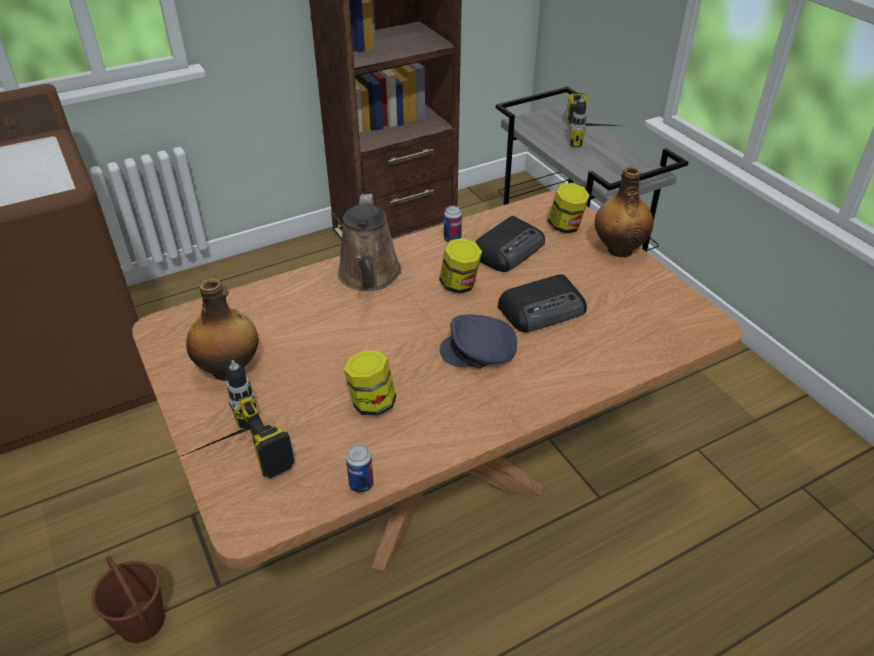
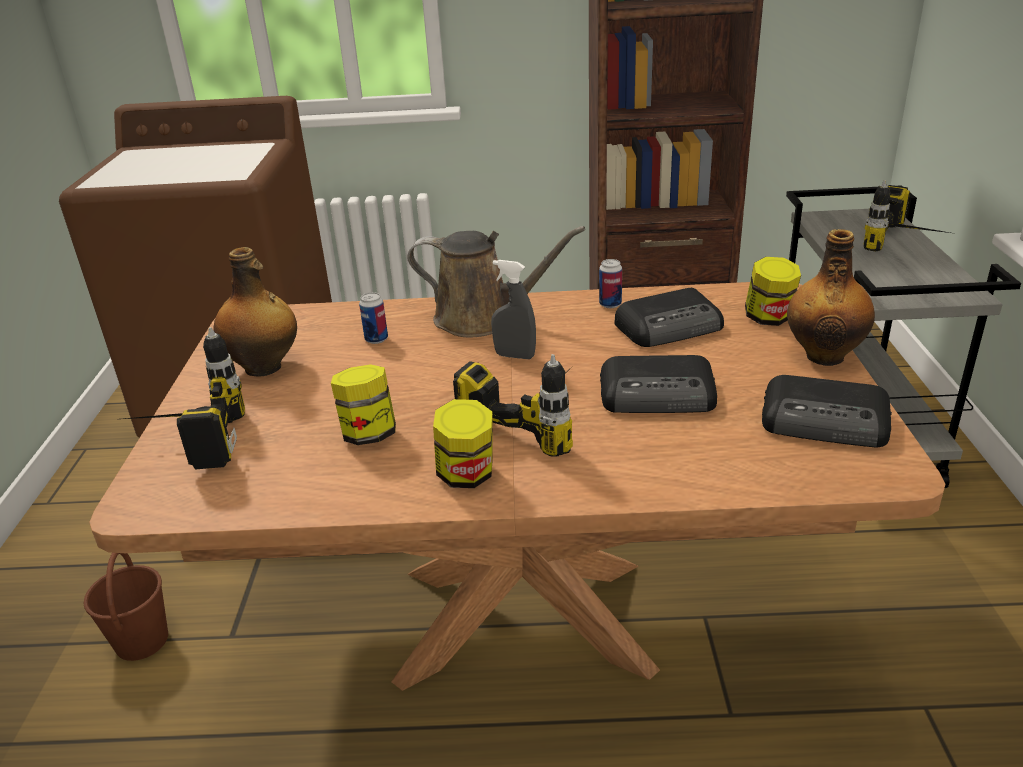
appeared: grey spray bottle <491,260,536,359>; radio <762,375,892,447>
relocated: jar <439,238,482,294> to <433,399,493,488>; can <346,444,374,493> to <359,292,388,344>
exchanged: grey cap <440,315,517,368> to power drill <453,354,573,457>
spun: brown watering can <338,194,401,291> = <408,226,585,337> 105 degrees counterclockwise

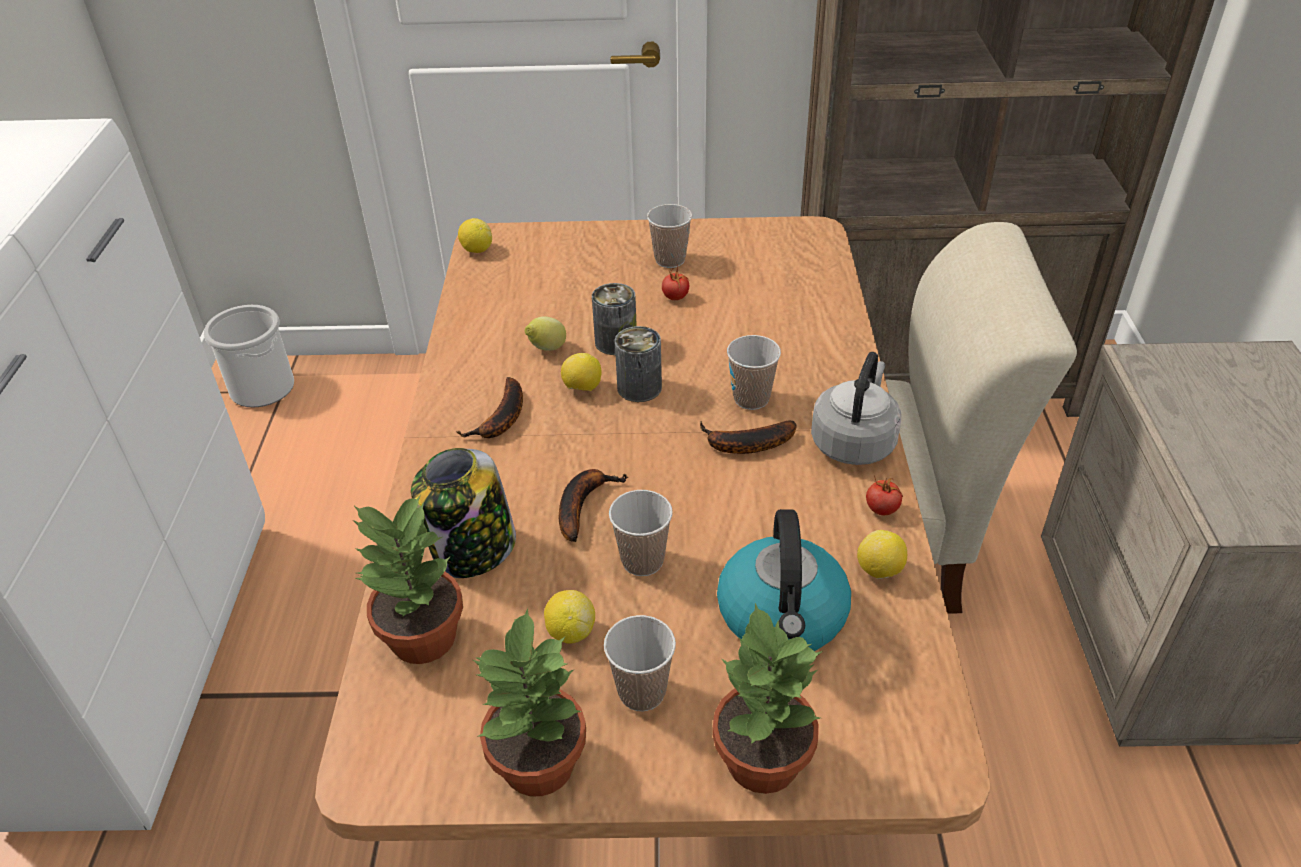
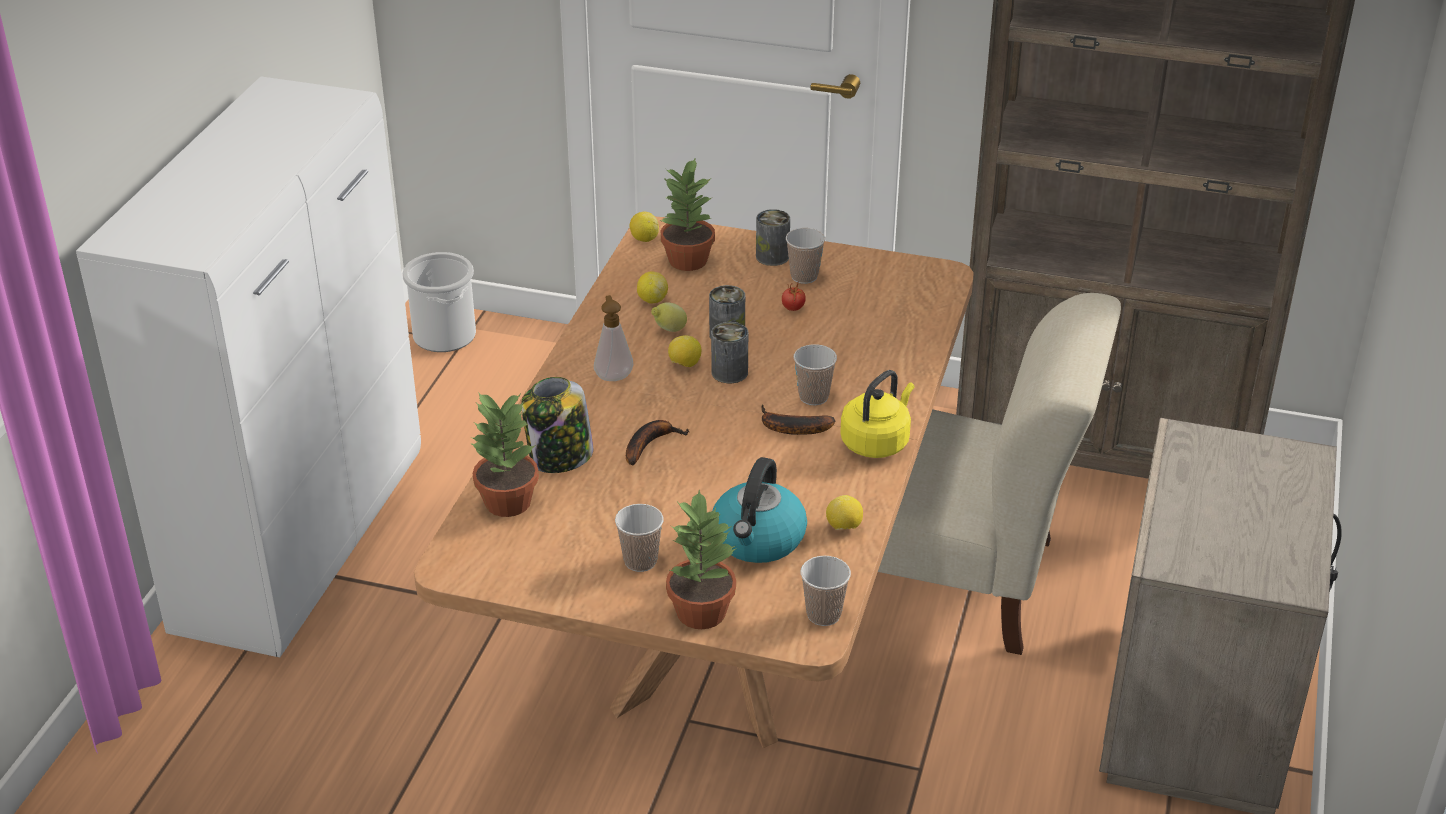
missing: tomato <866,475,903,515>
appeared: can <756,209,790,266>
relocated: cup <609,490,673,576> to <800,556,851,626>; lemon <544,590,595,644> to <637,271,668,303>; potted plant <473,608,586,796> to <659,157,715,271>
exchanged: banana <457,377,523,438> to soap dispenser <594,295,633,381>
colour: grey kettle <811,352,901,465> to yellow kettle <840,370,915,458>

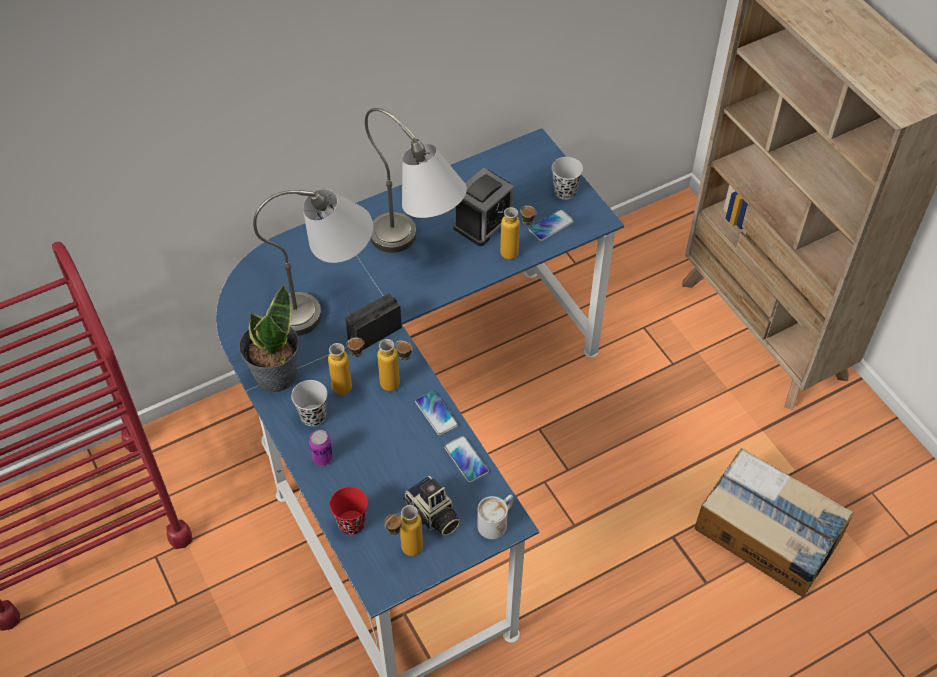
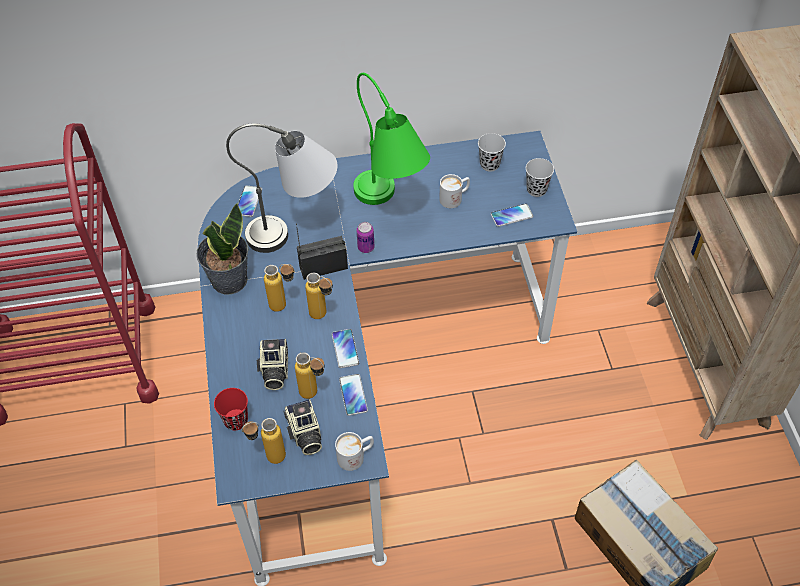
appeared: phone <238,185,262,217>; photo camera <257,339,288,390>
relocated: bottle <500,206,537,260> to <295,352,325,399>; black cup <291,380,327,427> to <478,133,506,172>; can <309,430,333,466> to <356,222,374,253>
exchanged: alarm clock <453,168,514,246> to white mug <439,174,470,208>
colour: grey table lamp <365,108,467,253> to green table lamp <353,73,430,205>

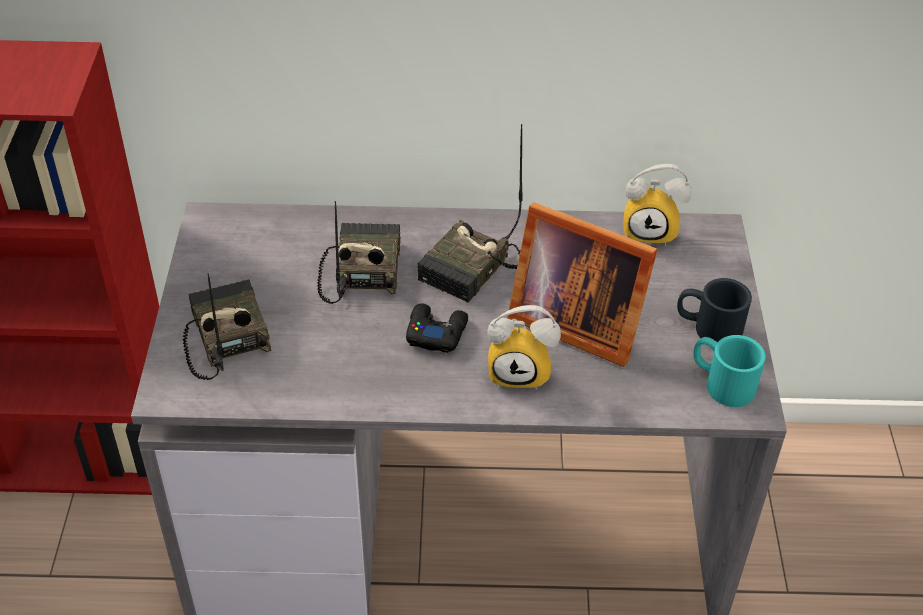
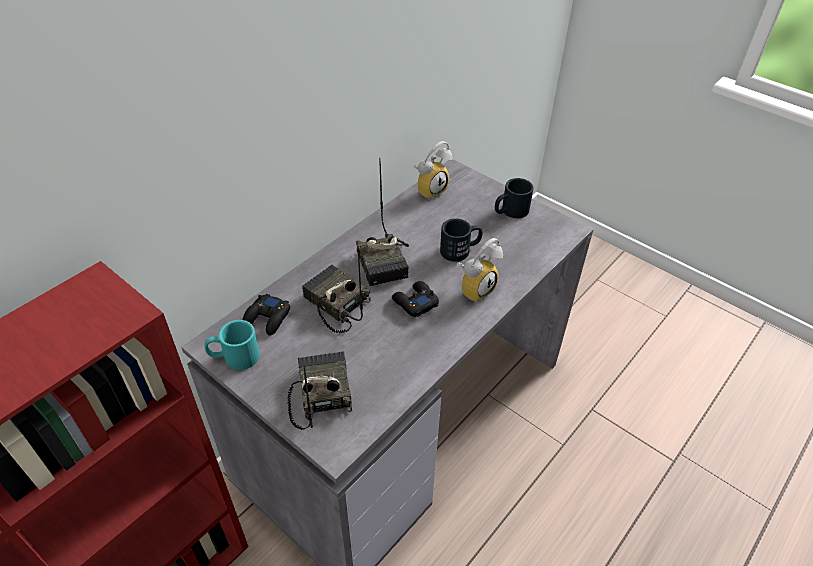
appeared: black game controller <243,294,290,336>
relocated: turquoise mug <694,335,766,407> to <204,320,260,370>
exchanged: picture frame <507,202,658,367> to black mug <440,218,482,262>
spun: radio <182,273,271,380> = <288,351,352,430> 60 degrees clockwise

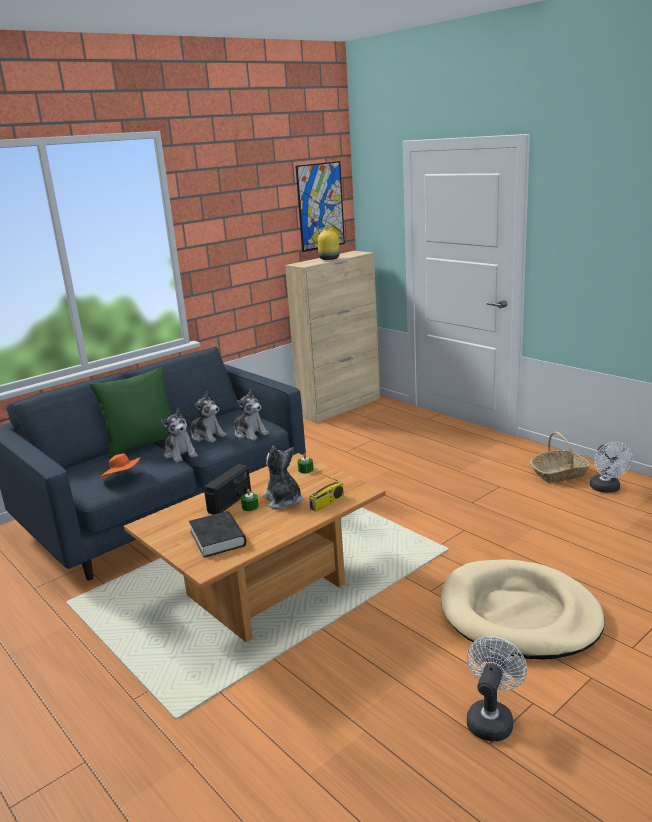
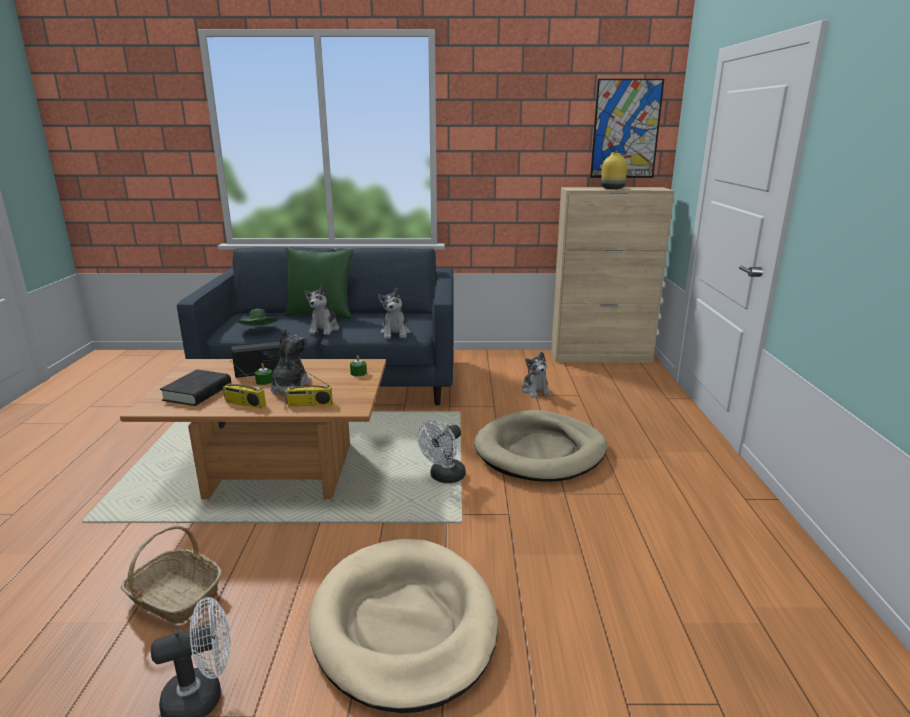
appeared: radio <223,360,266,409>; beige dog bed <474,410,607,482>
relocated: plush toy <187,392,227,443> to <522,352,551,398>; basket <530,432,590,483> to <121,525,223,624>; white fan <590,442,633,493> to <417,420,466,483>
colour: orange hat <99,453,141,479> to green hat <236,309,279,326>

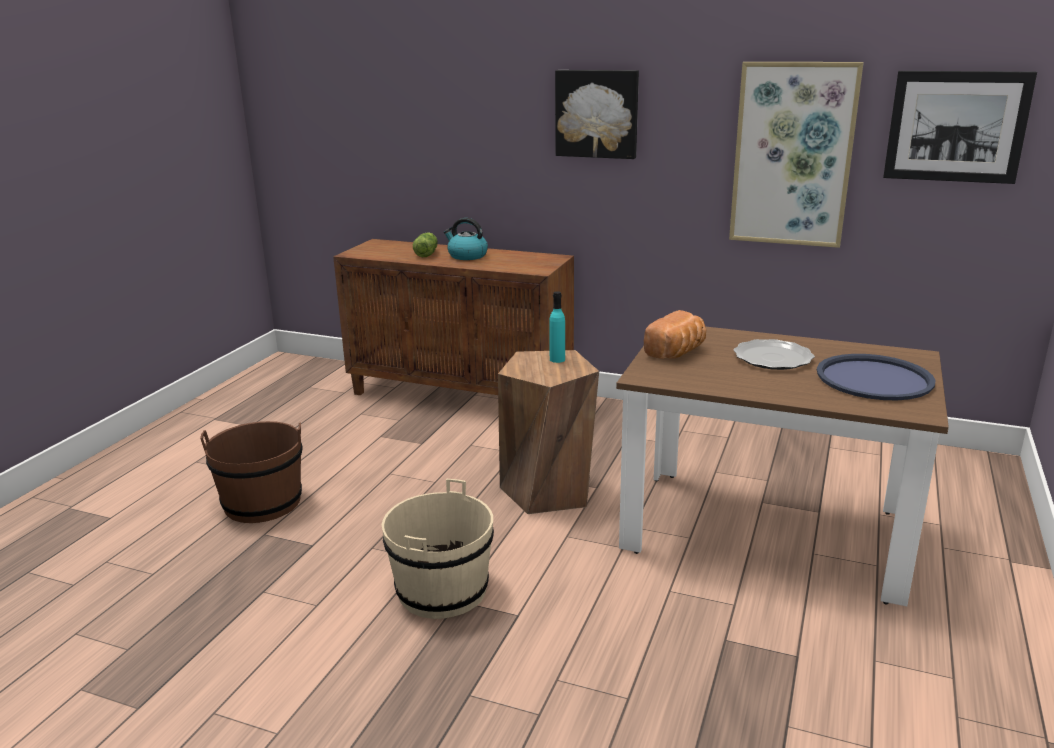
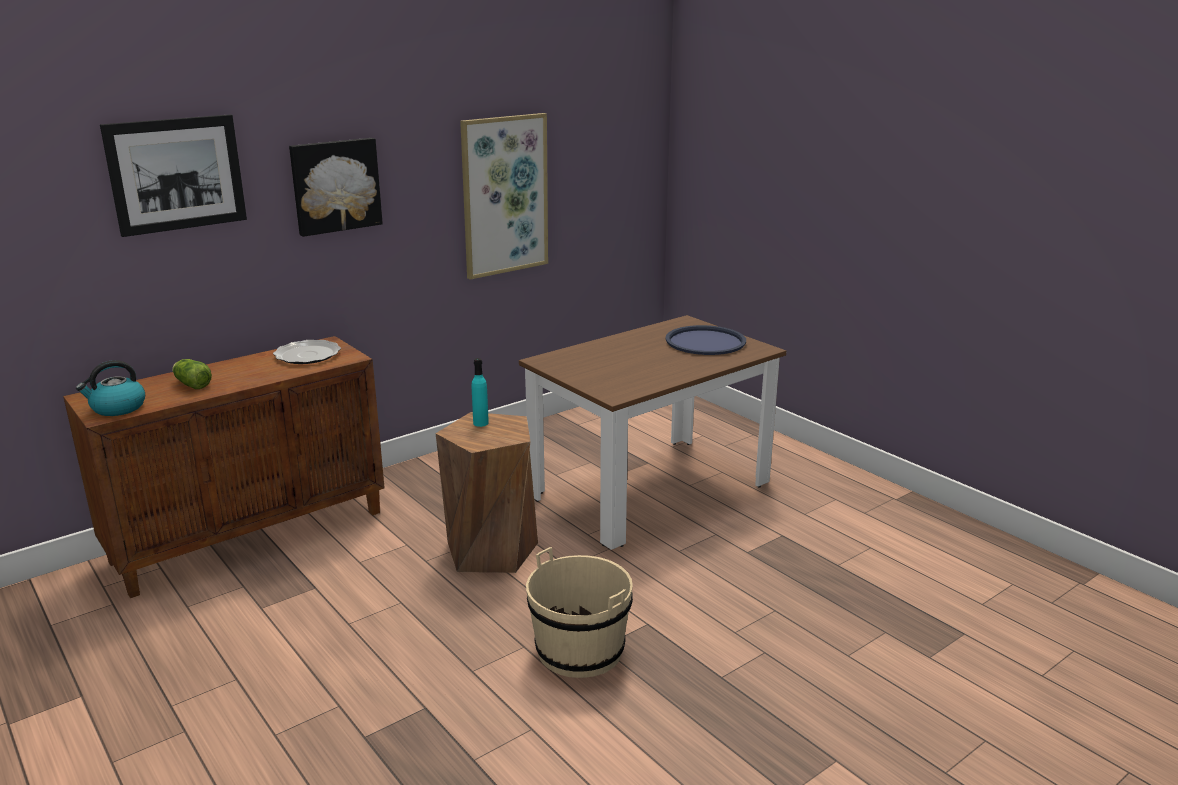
missing: bread <644,310,706,359>; brown bucket <200,421,302,523>
relocated: picture <883,71,1037,184> to <100,114,247,237>; kettle <444,218,488,260> to <76,360,145,416>; plate <733,339,815,370> to <273,340,341,364>

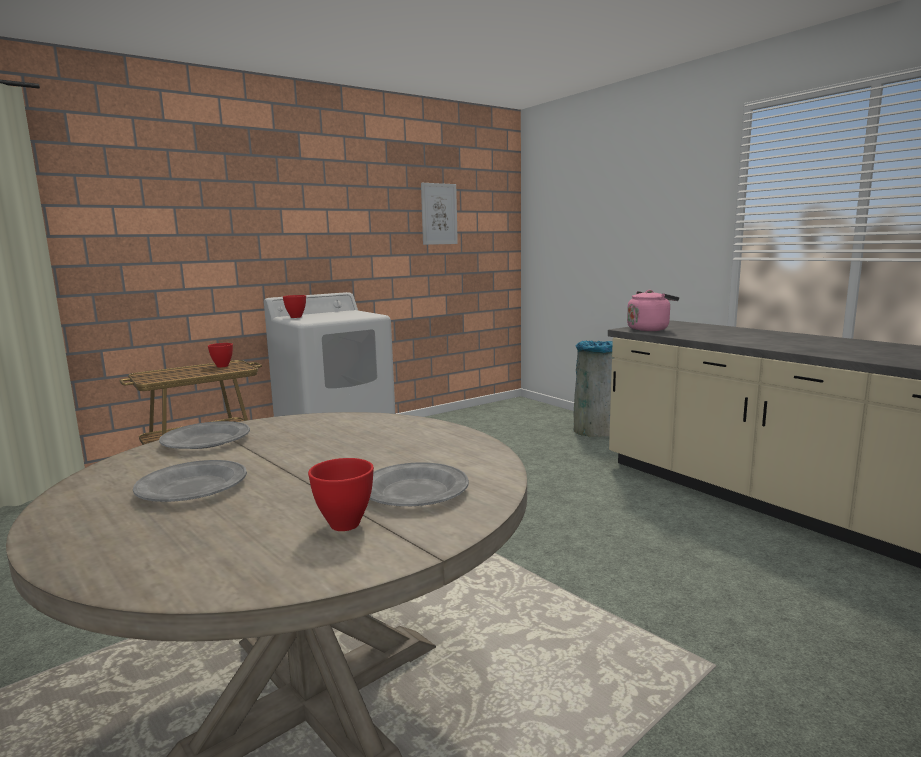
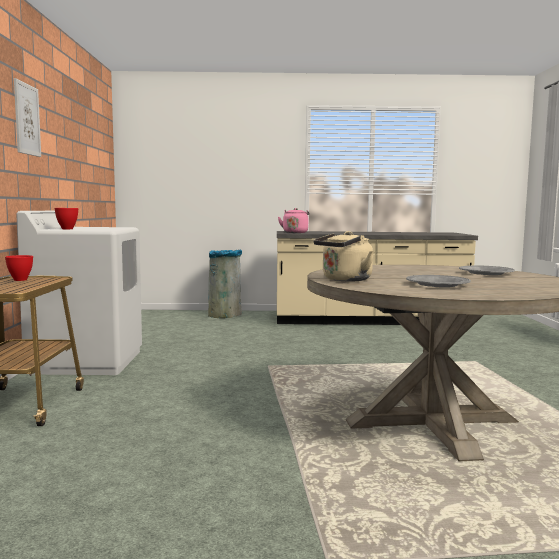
missing: red bowl <308,458,374,531>
relocated: picture <421,183,458,245> to <14,78,41,157>
exchanged: grey plate <159,421,250,449> to beige kettle <313,231,374,282>

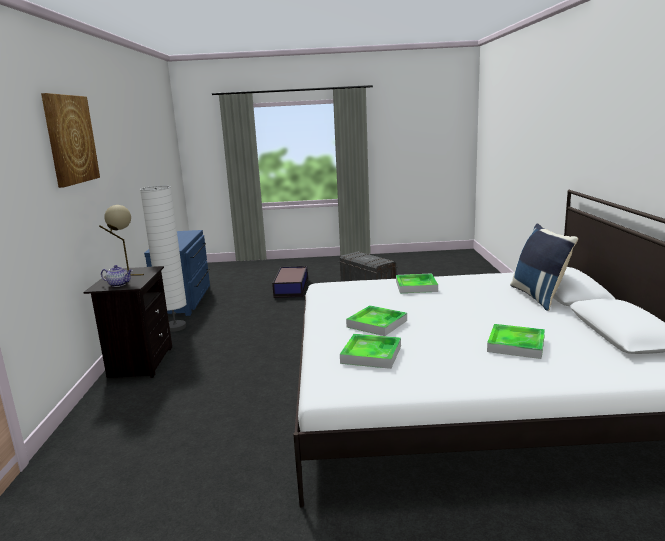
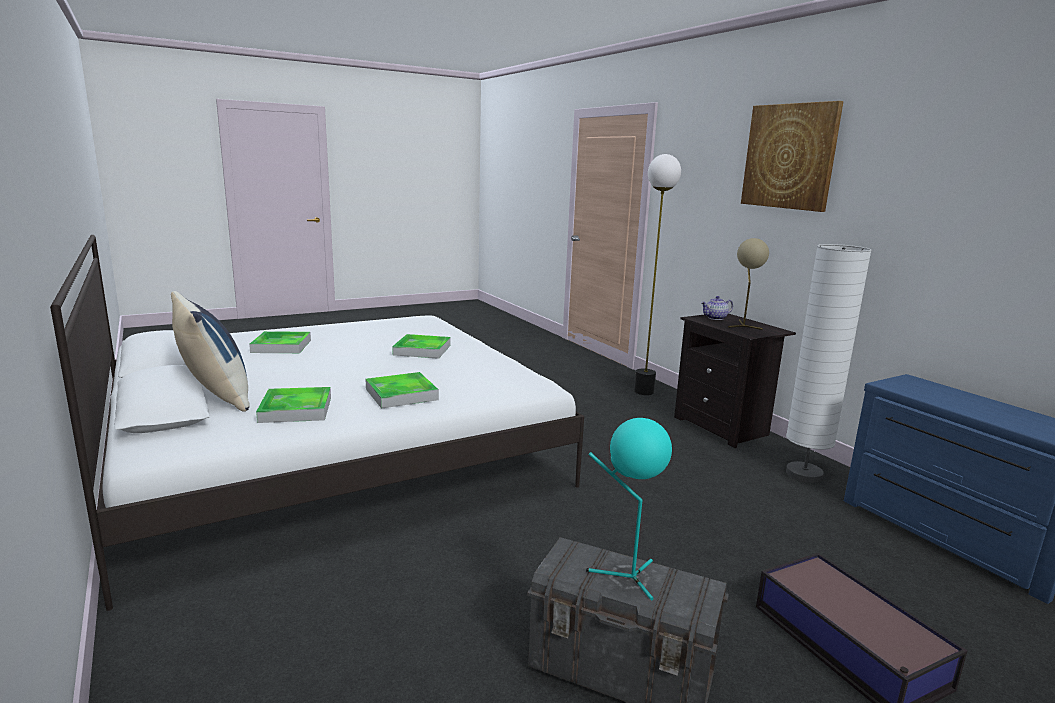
appeared: floor lamp <634,154,681,395>; turquoise table lamp <586,418,672,601>
relocated: tray <340,334,401,369> to <256,387,331,423>

